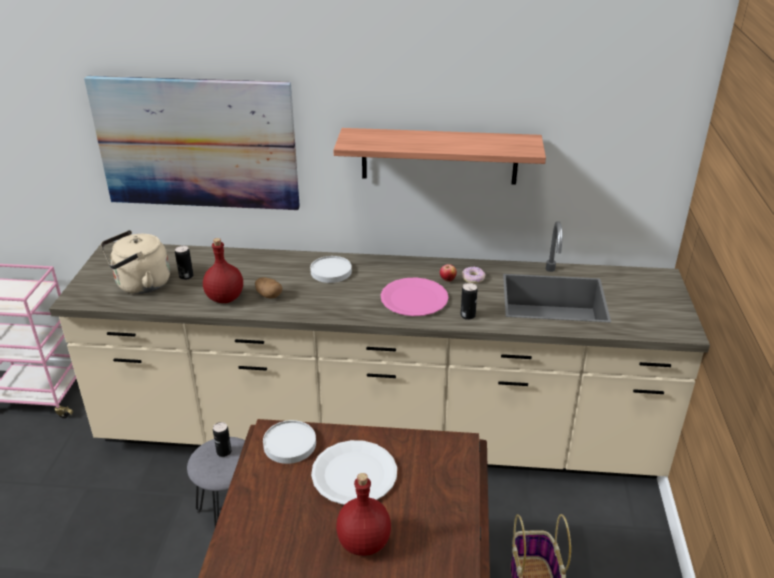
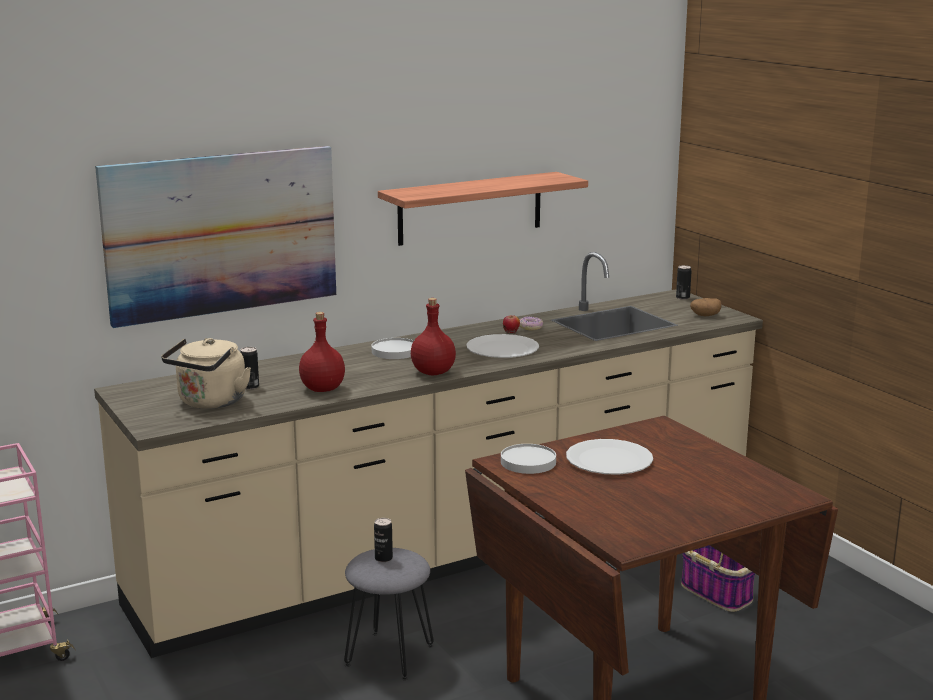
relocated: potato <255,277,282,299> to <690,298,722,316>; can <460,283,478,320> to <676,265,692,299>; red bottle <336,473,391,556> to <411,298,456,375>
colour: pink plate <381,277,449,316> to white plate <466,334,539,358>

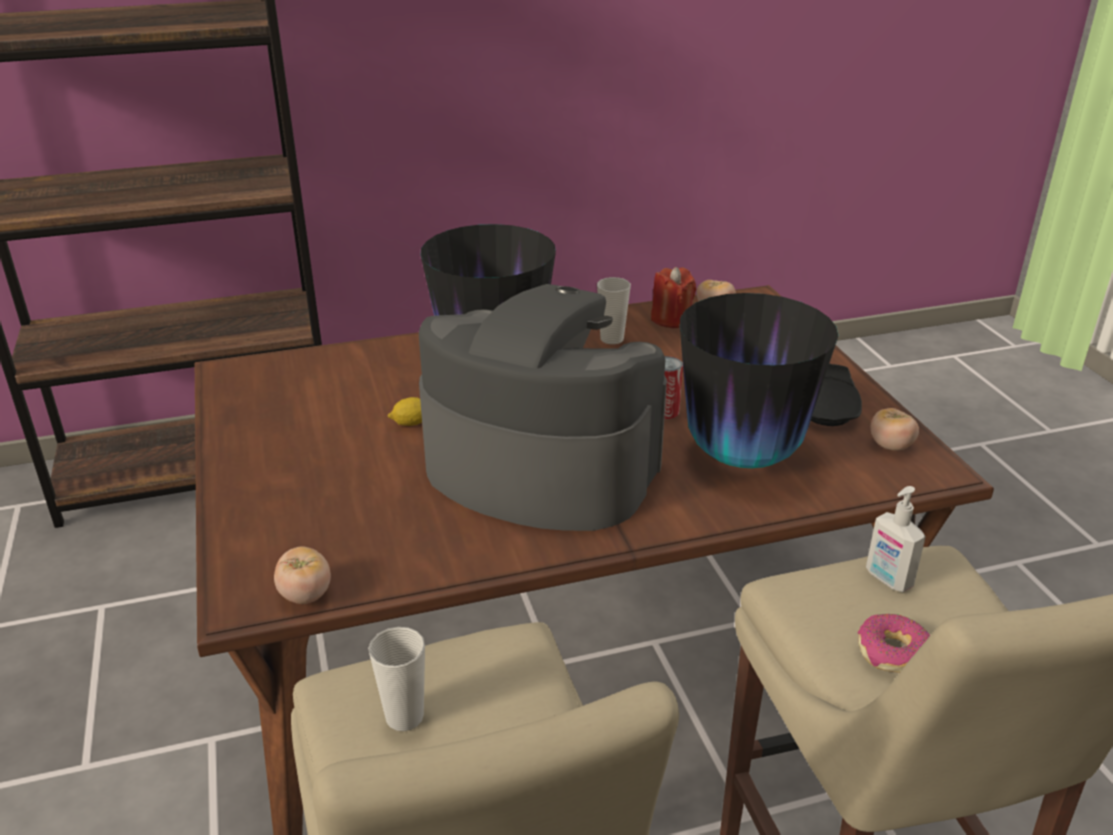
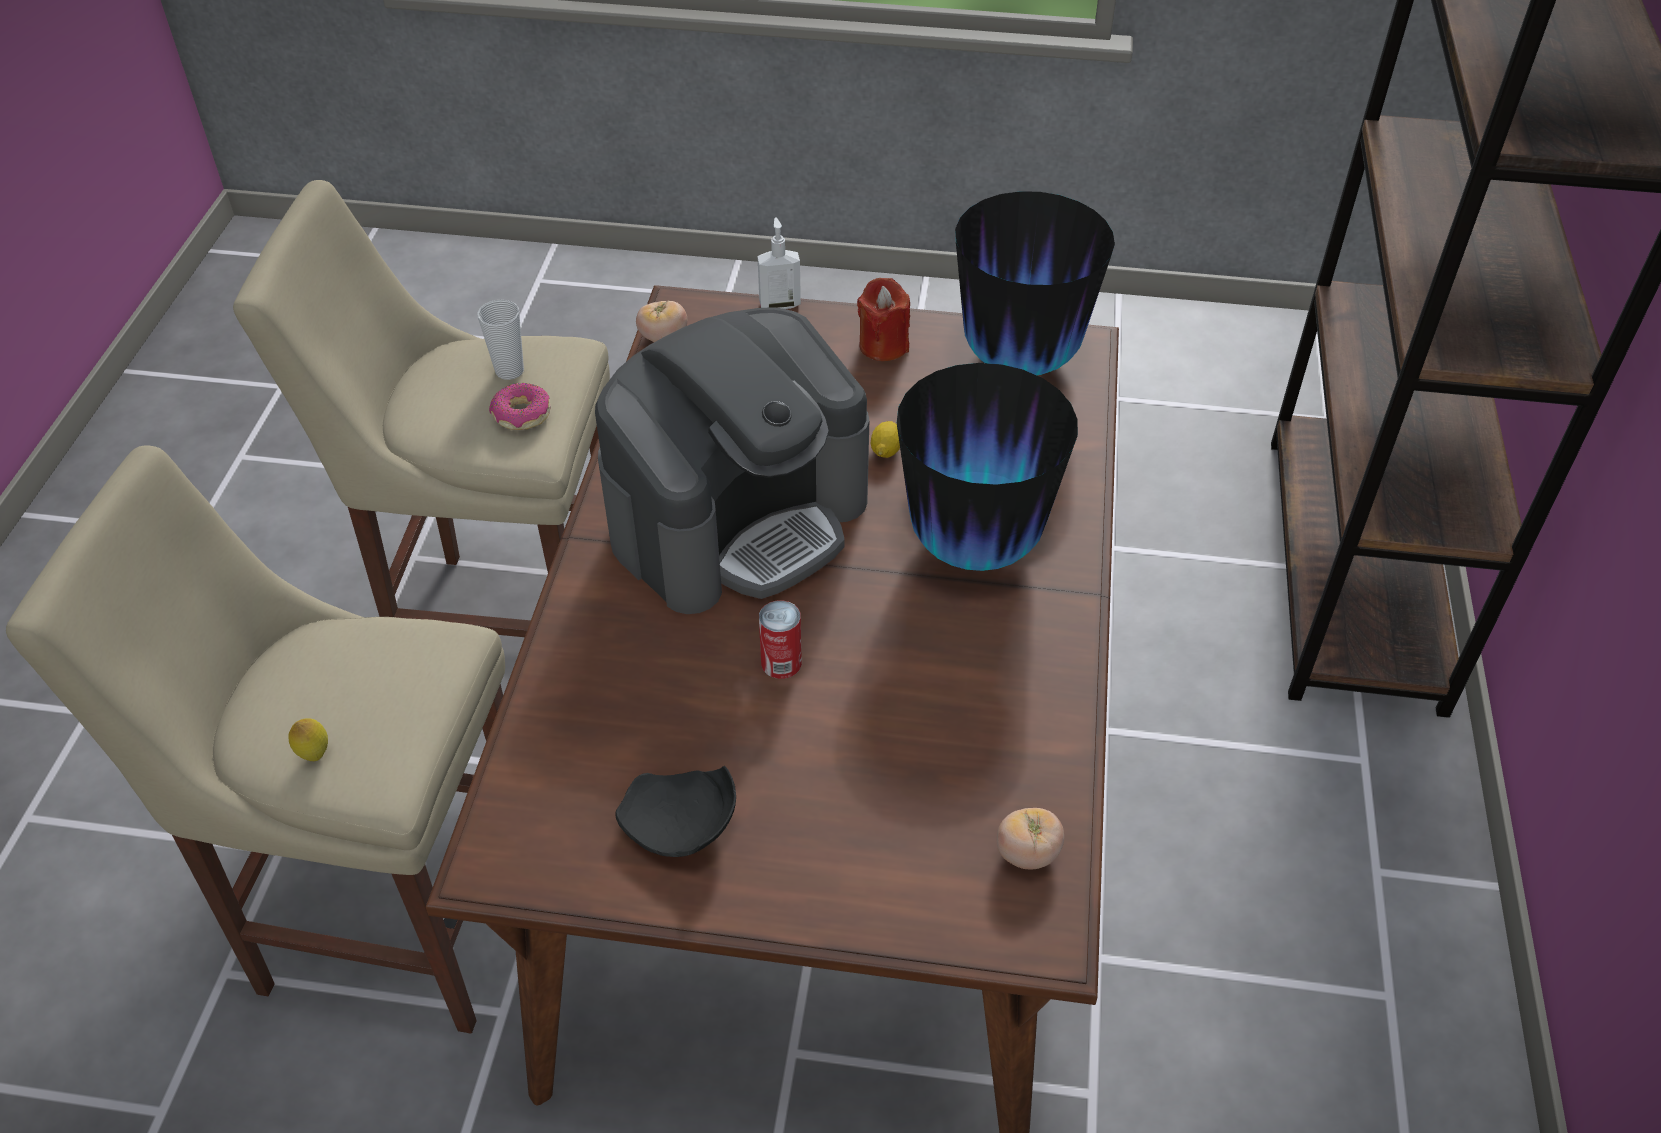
missing: cup <597,277,631,344>; tomato <871,408,919,451>
appeared: lemon <288,718,328,761>
relocated: red candle <651,267,696,328> to <857,278,910,361>; vase <680,293,838,468> to <955,191,1115,375>; soap dispenser <866,486,926,592> to <757,217,801,309>; donut <858,614,930,673> to <489,383,551,430>

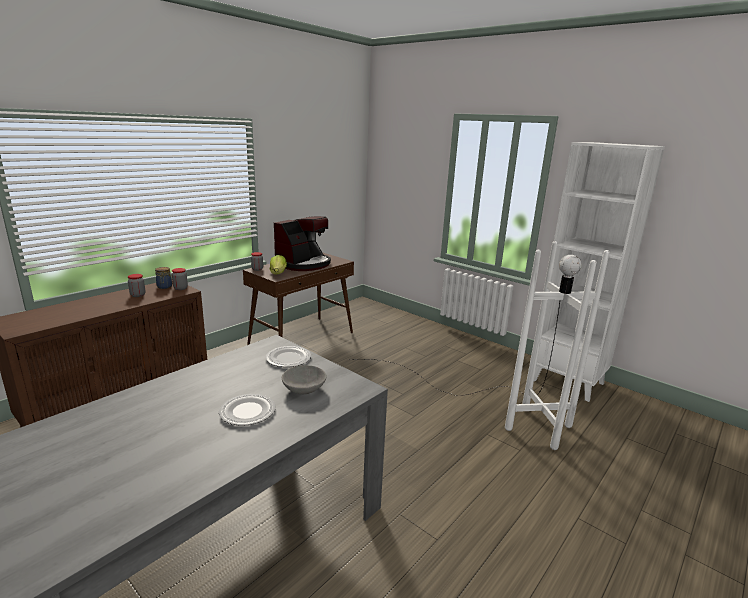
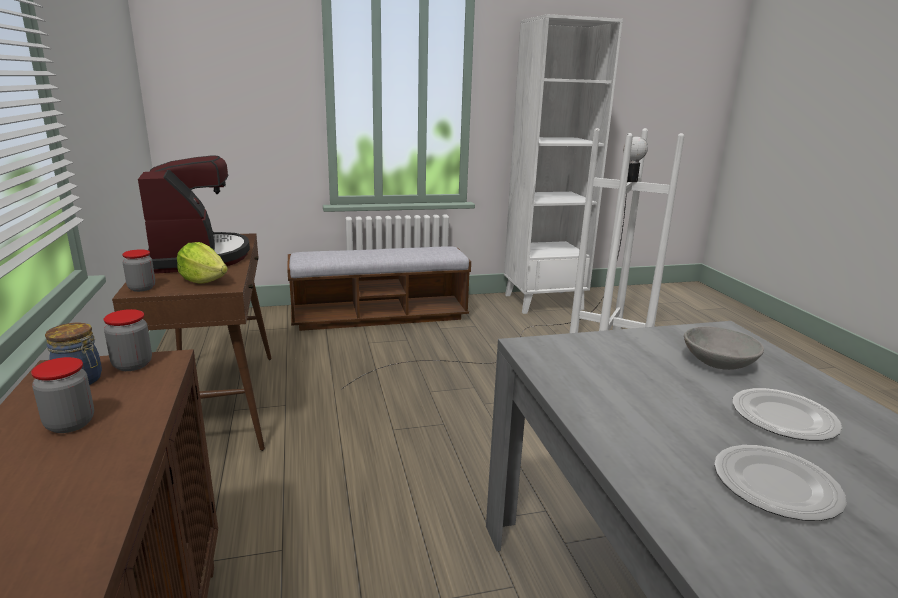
appeared: bench <287,246,471,331>
relocated: plate <266,346,311,367> to <714,445,847,521>

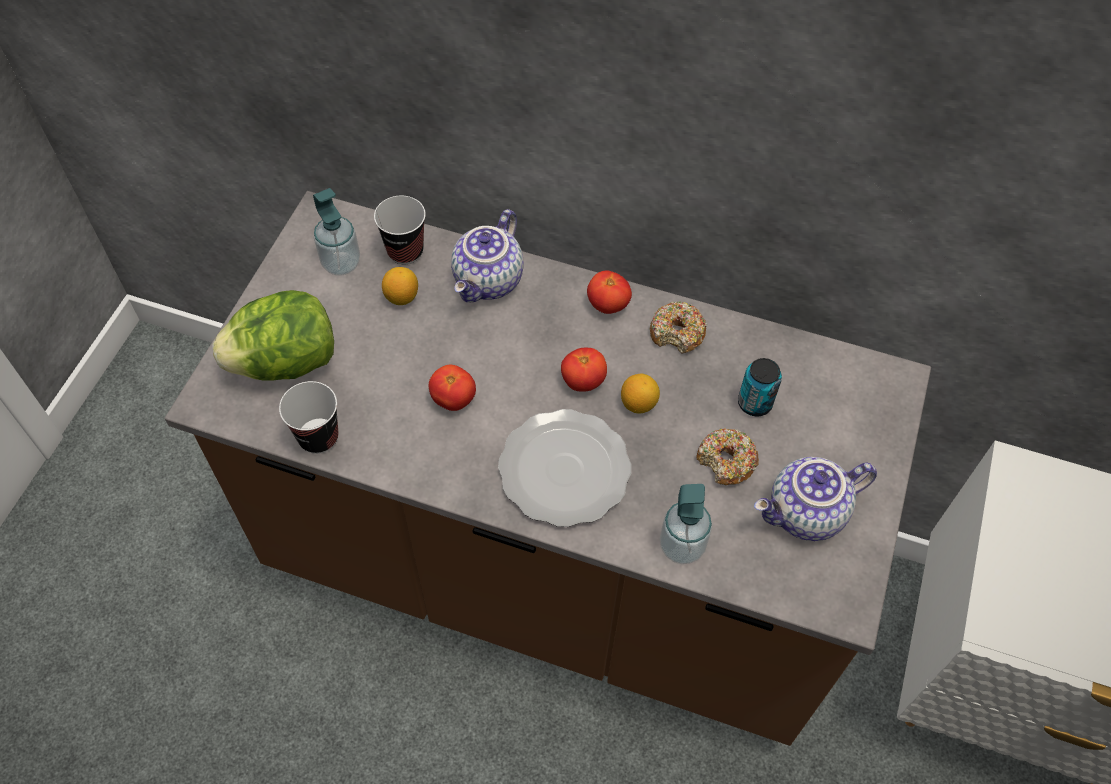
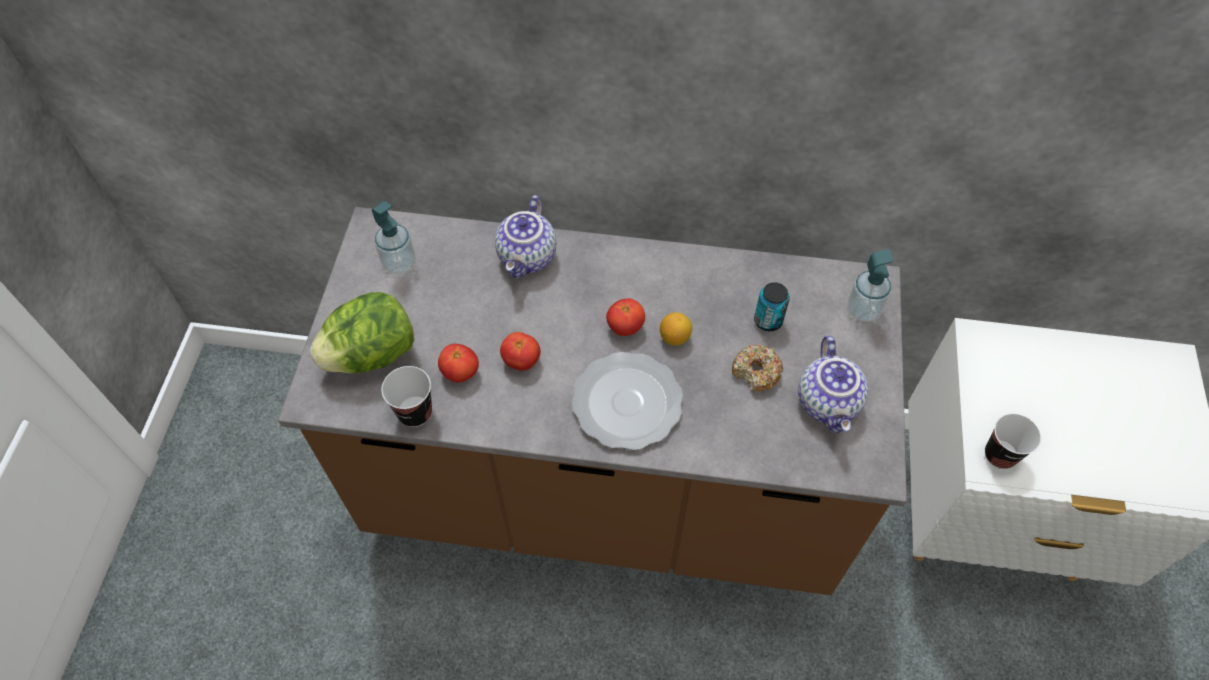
missing: lemon <382,267,418,305>; donut <650,301,707,353>
relocated: cup <374,196,426,264> to <985,413,1041,469>; tomato <587,270,632,314> to <438,344,479,383>; soap dispenser <660,484,712,564> to <847,249,893,322>
spun: teapot <754,457,877,541> = <798,336,868,433> 60 degrees counterclockwise

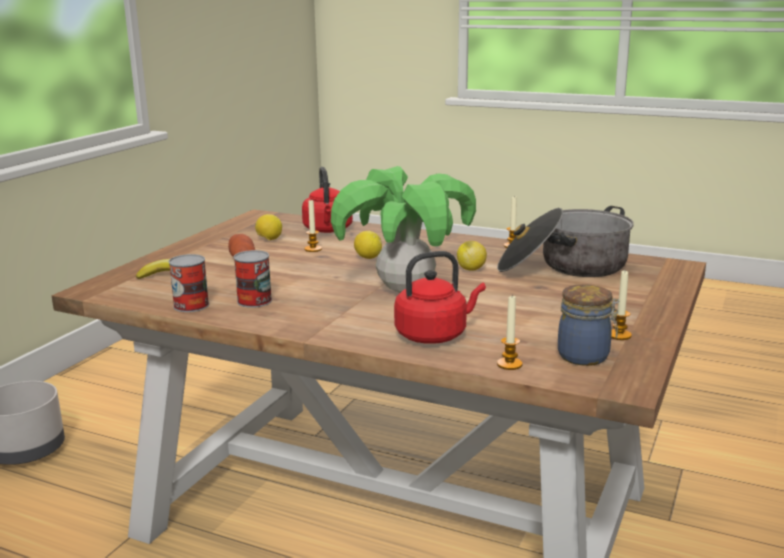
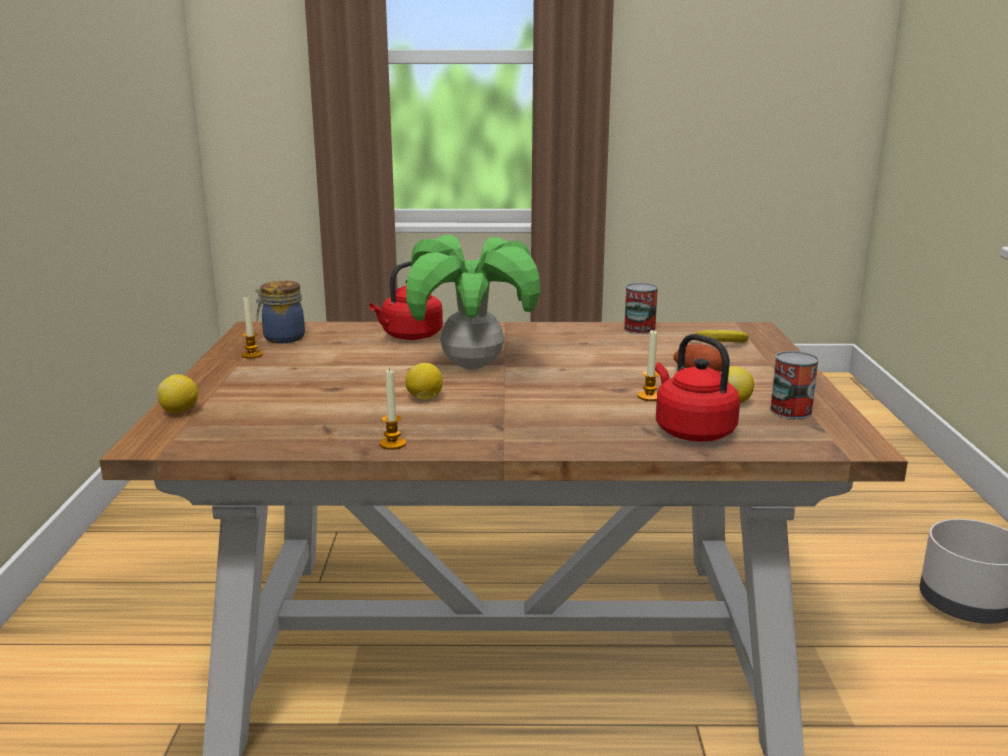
missing: cooking pot <497,206,634,277>; candle <497,296,523,370>
relocated: lemon <354,231,382,259> to <157,374,198,413>; can <234,250,272,308> to <770,351,819,419>

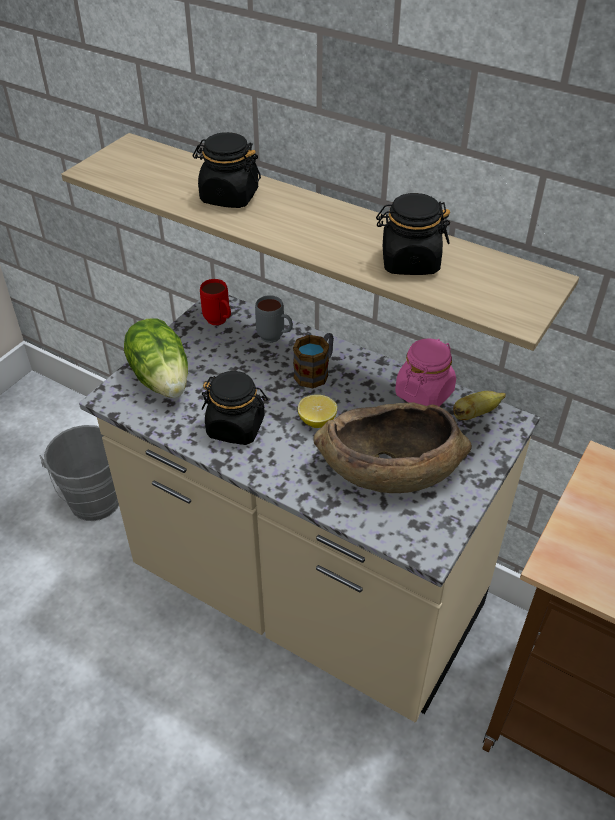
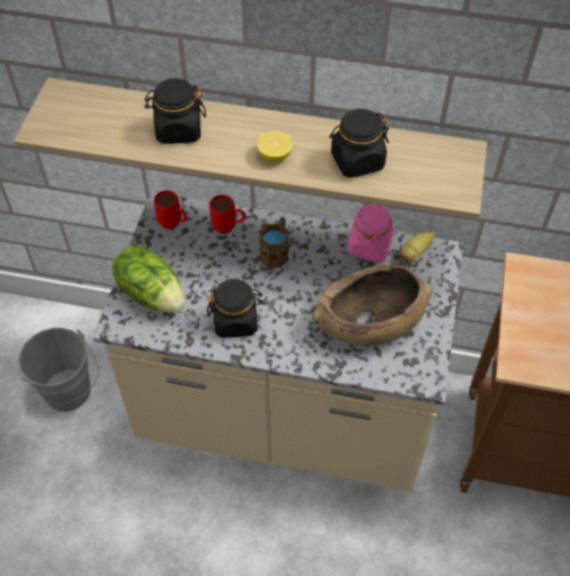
relocated: lemon <298,395,337,428> to <257,131,293,162>
colour: grey mug <255,295,293,343> to red mug <210,195,245,234>

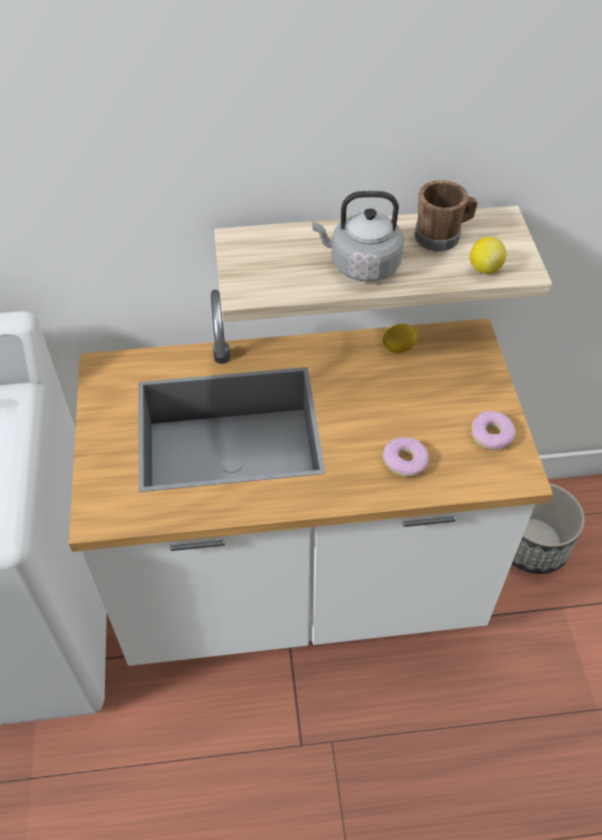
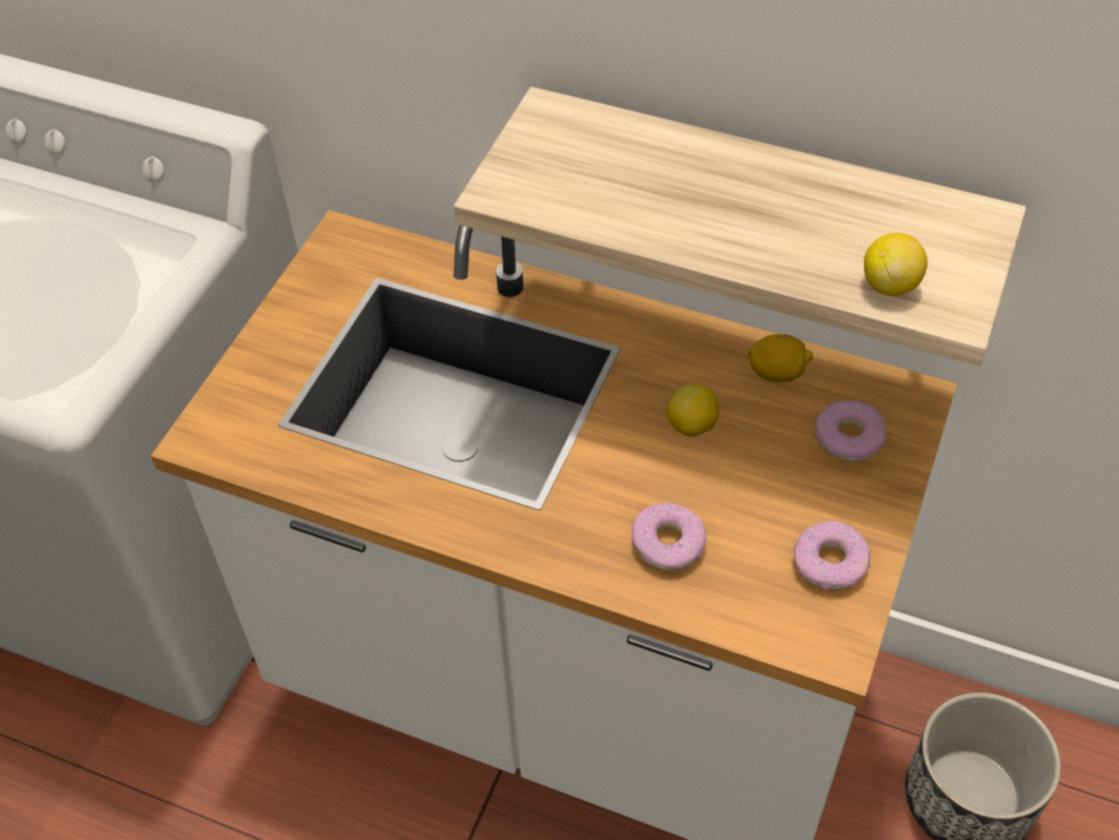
missing: brown mug <415,180,477,251>; grey kettle <312,191,404,282>
appeared: lemon <666,384,719,437>; donut <815,400,886,463>

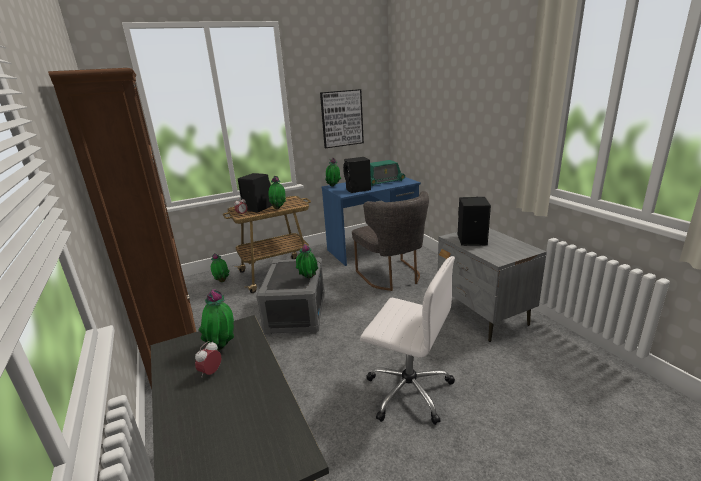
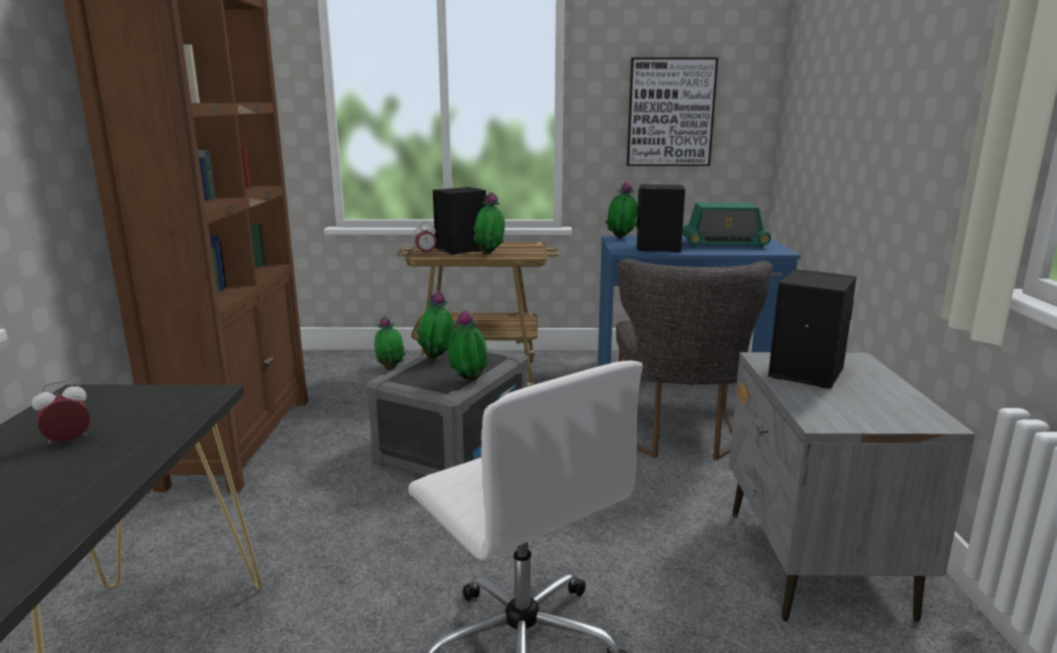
relocated: potted plant <199,289,234,350> to <416,291,453,359>

